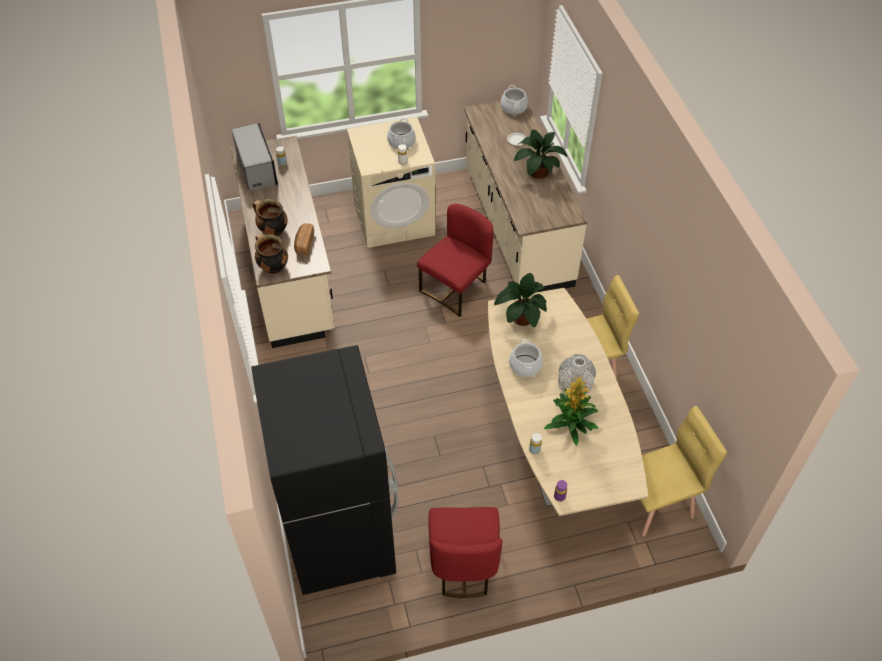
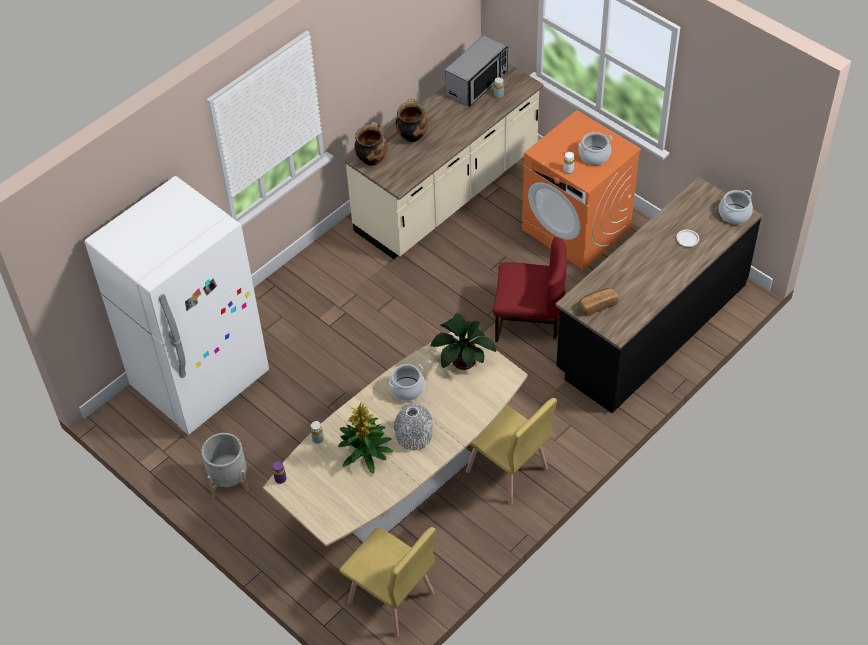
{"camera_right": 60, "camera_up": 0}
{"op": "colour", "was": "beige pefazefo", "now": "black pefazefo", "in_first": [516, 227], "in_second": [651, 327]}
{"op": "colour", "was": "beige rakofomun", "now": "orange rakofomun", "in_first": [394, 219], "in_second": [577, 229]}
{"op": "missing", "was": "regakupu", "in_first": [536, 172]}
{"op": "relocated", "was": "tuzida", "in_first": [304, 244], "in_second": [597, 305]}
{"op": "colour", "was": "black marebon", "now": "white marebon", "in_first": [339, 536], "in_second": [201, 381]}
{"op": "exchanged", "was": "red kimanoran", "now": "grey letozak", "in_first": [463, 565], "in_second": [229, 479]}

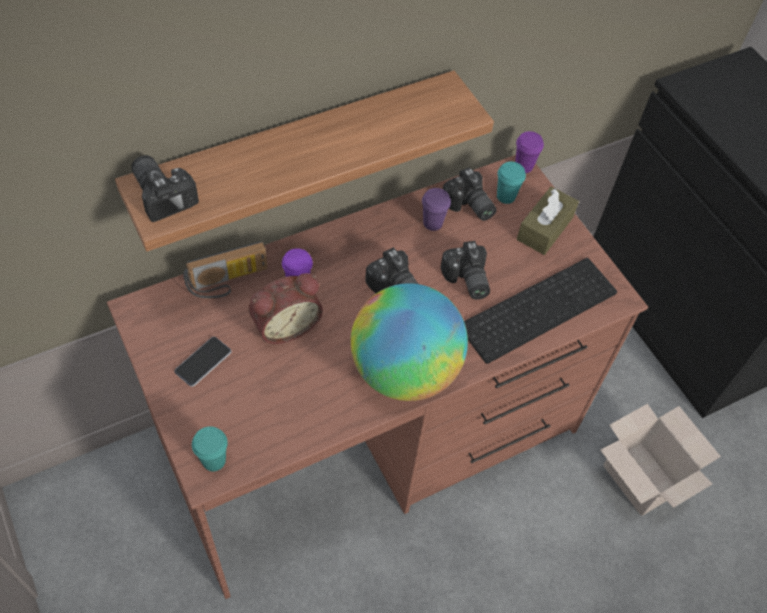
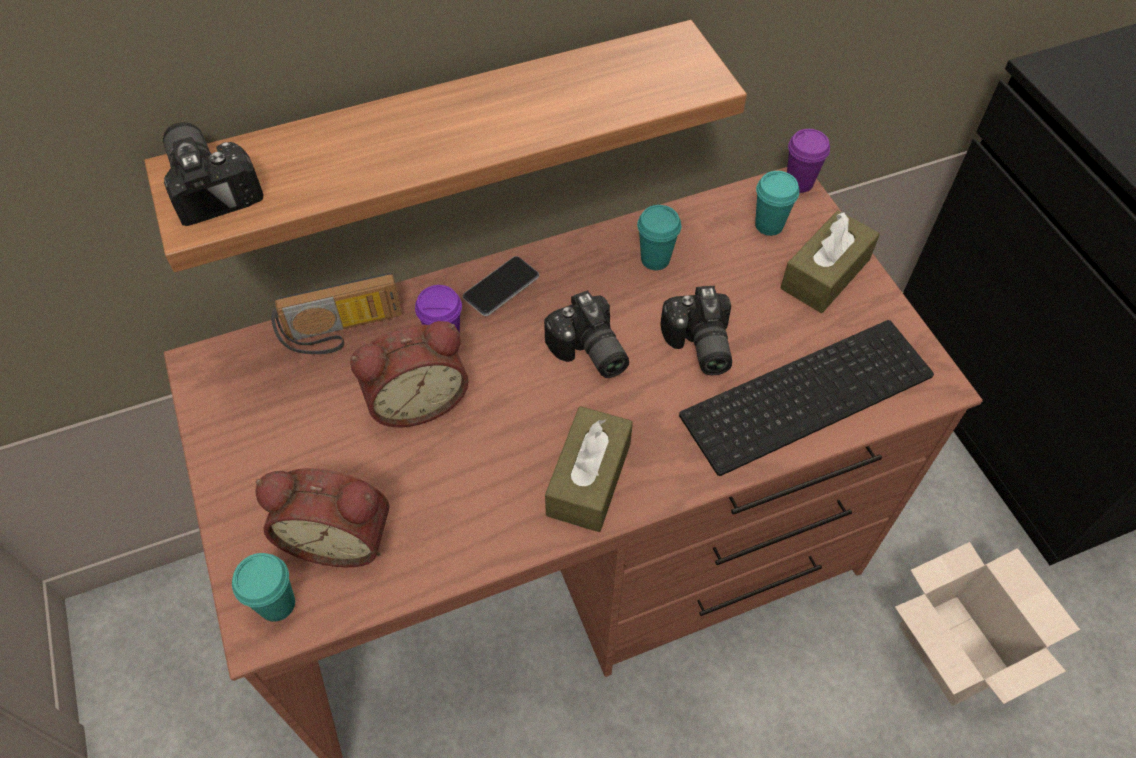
{"camera_right": 10, "camera_up": 0}
{"op": "missing", "was": "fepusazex", "in_first": [468, 206]}
{"op": "colour", "was": "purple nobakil", "now": "turquoise nobakil", "in_first": [432, 223], "in_second": [655, 259]}
{"op": "exchanged", "was": "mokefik", "now": "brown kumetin", "in_first": [404, 370], "in_second": [589, 479]}
{"op": "relocated", "was": "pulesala", "in_first": [203, 362], "in_second": [501, 287]}
{"op": "appeared", "now": "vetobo", "in_second": [340, 536]}

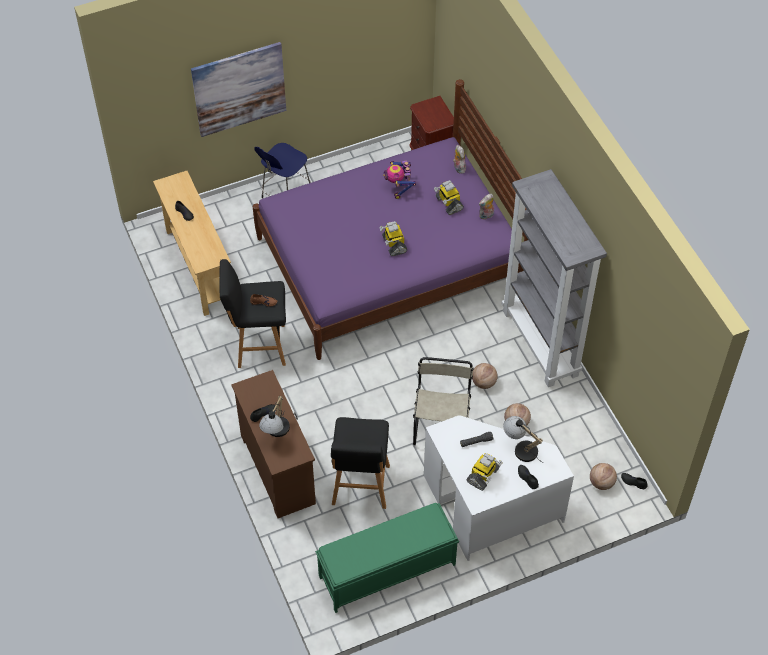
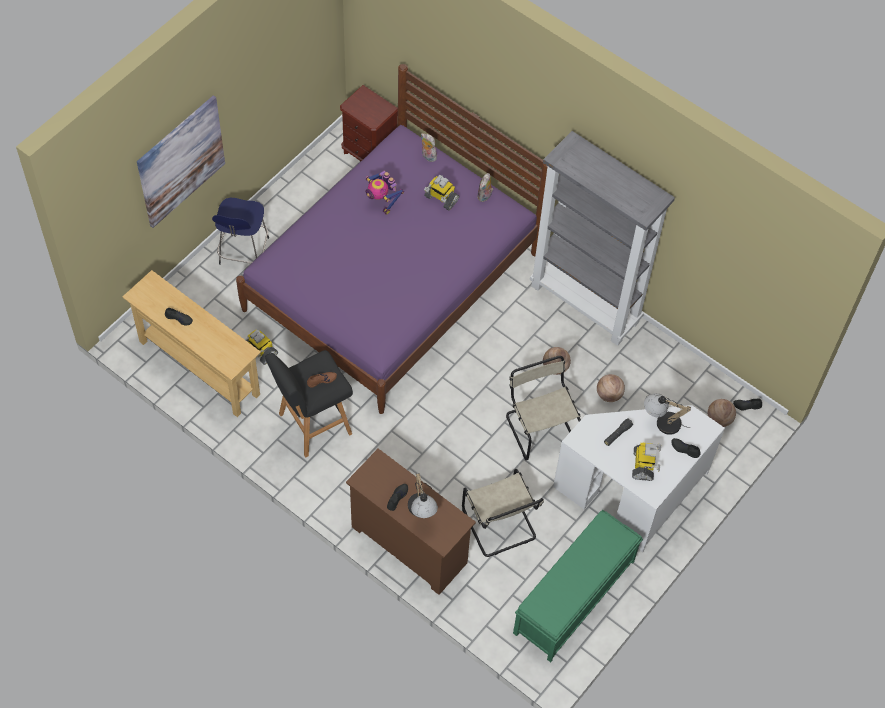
{"camera_right": -30, "camera_up": 5}
{"op": "relocated", "was": "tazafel", "in_first": [393, 244], "in_second": [260, 351]}
{"op": "exchanged", "was": "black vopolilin", "now": "beige kimanoran", "in_first": [360, 487], "in_second": [500, 526]}

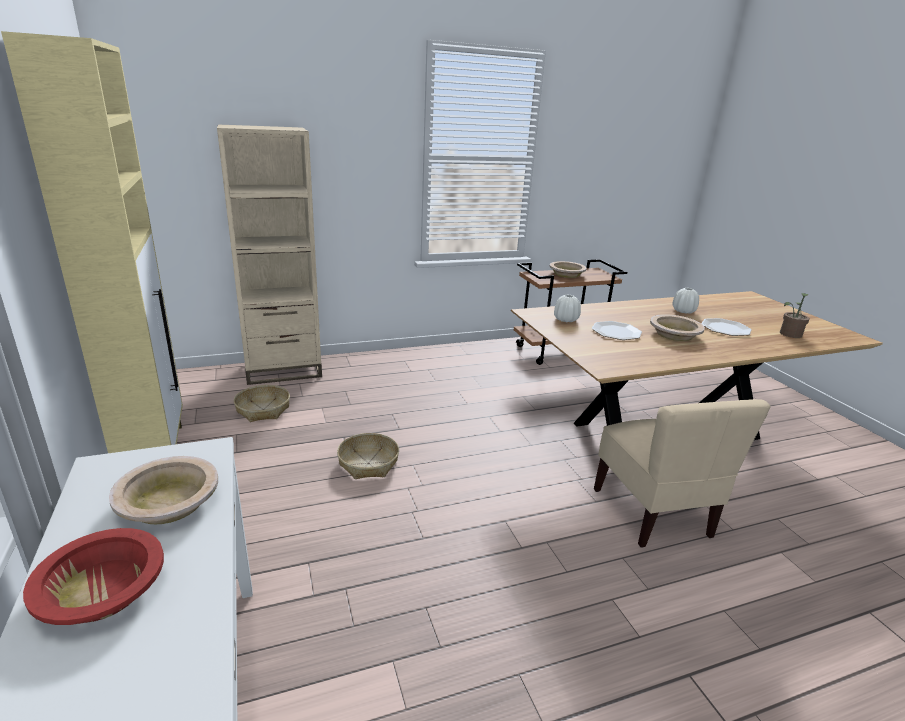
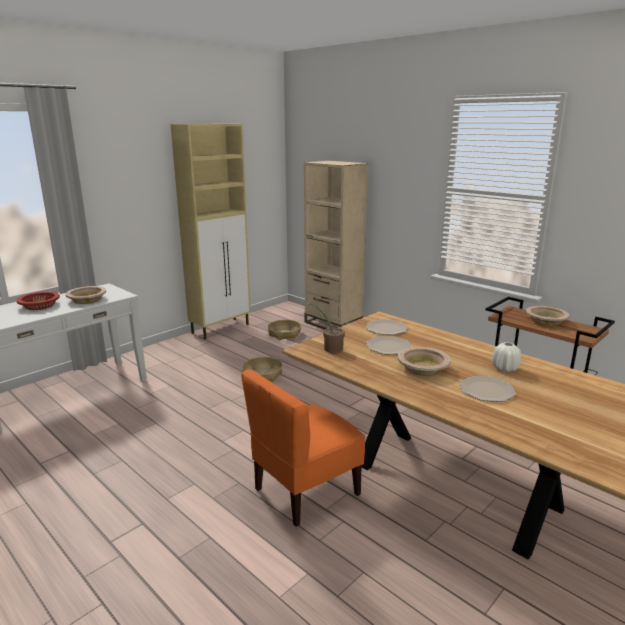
{"camera_right": 65, "camera_up": -5}
{"op": "relocated", "was": "regakupu", "in_first": [789, 335], "in_second": [330, 348]}
{"op": "exchanged", "was": "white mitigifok", "now": "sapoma", "in_first": [565, 319], "in_second": [386, 328]}
{"op": "colour", "was": "beige kimanoran", "now": "orange kimanoran", "in_first": [653, 513], "in_second": [305, 491]}

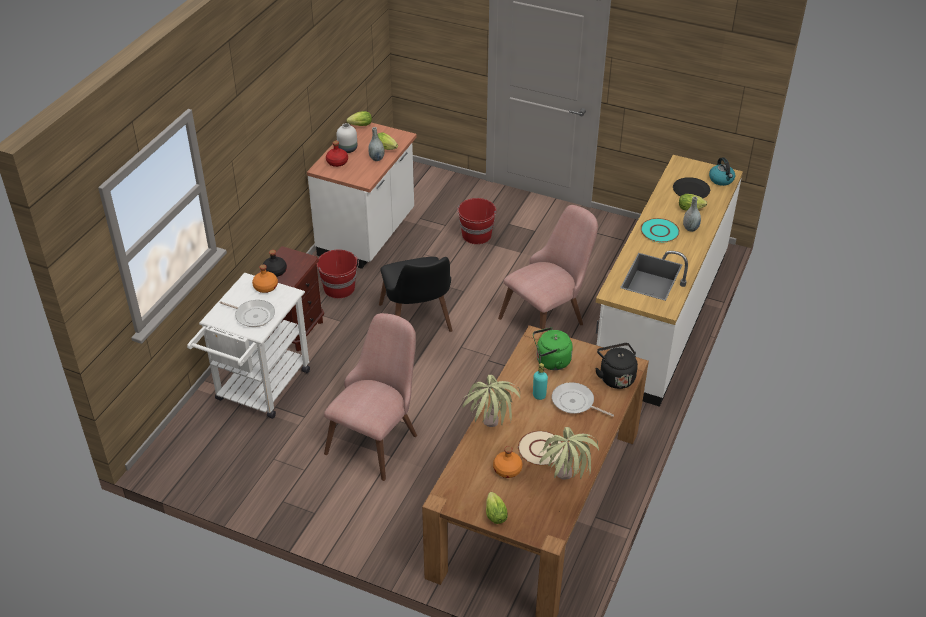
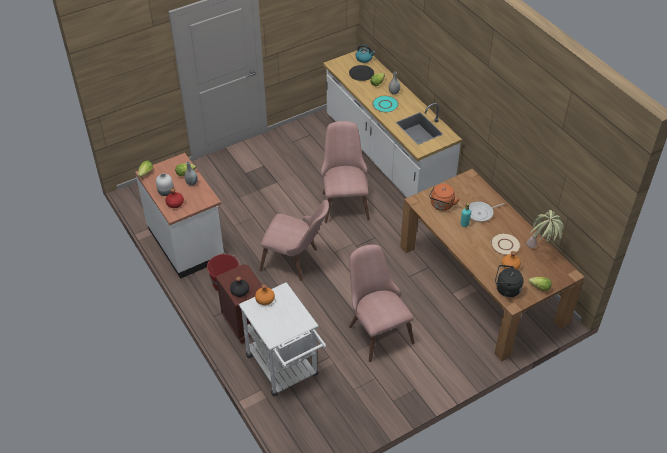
{"camera_right": -55, "camera_up": 5}
{"op": "missing", "was": "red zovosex", "in_first": [476, 235]}
{"op": "colour", "was": "black kimanoran", "now": "pink kimanoran", "in_first": [419, 324], "in_second": [296, 261]}
{"op": "missing", "was": "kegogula", "in_first": [253, 315]}
{"op": "colour", "was": "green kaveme", "now": "orange kaveme", "in_first": [551, 361], "in_second": [441, 205]}
{"op": "relocated", "was": "black kaveme", "in_first": [615, 377], "in_second": [506, 289]}
{"op": "missing", "was": "regakupu", "in_first": [489, 437]}

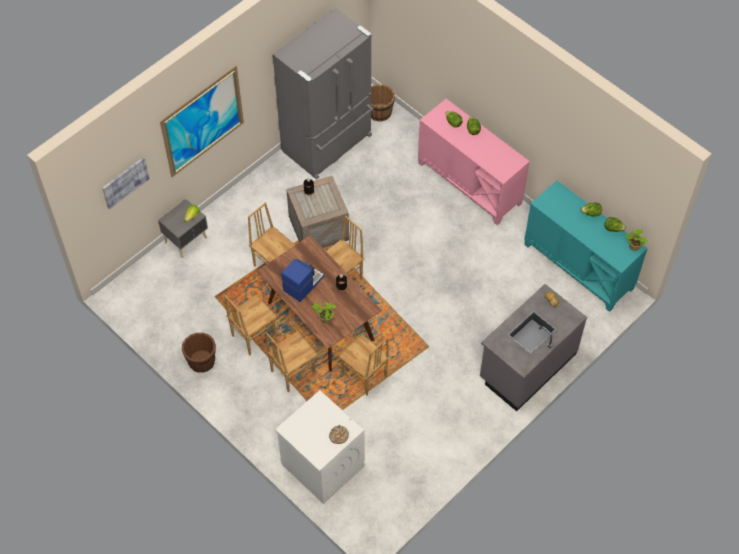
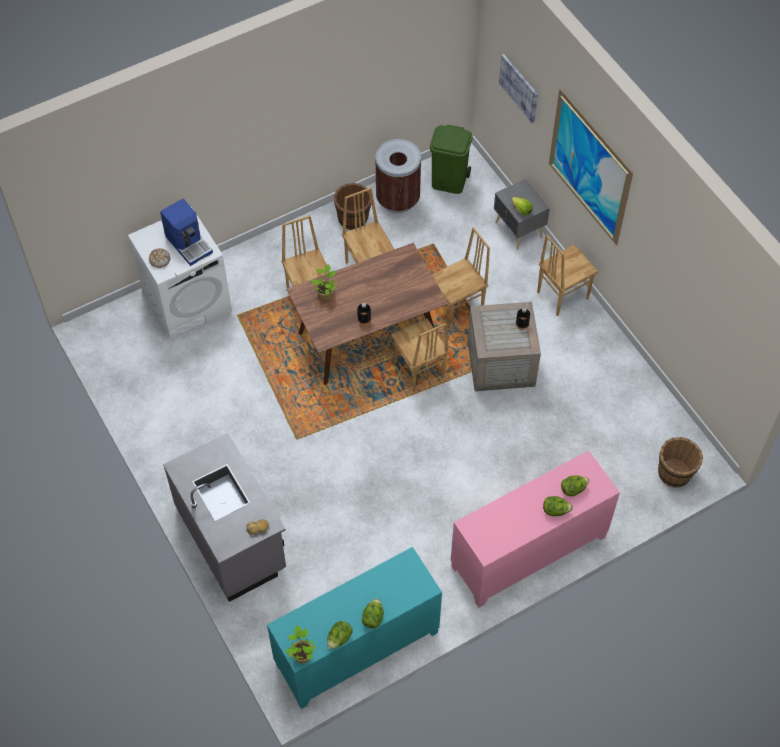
{"camera_right": 105, "camera_up": 0}
{"op": "missing", "was": "grey marebon", "in_first": [328, 144]}
{"op": "relocated", "was": "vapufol", "in_first": [302, 283], "in_second": [189, 243]}
{"op": "relocated", "was": "brown kimanoran", "in_first": [364, 377], "in_second": [561, 295]}
{"op": "appeared", "now": "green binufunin", "in_second": [449, 181]}
{"op": "appeared", "now": "brown binufunin", "in_second": [398, 199]}

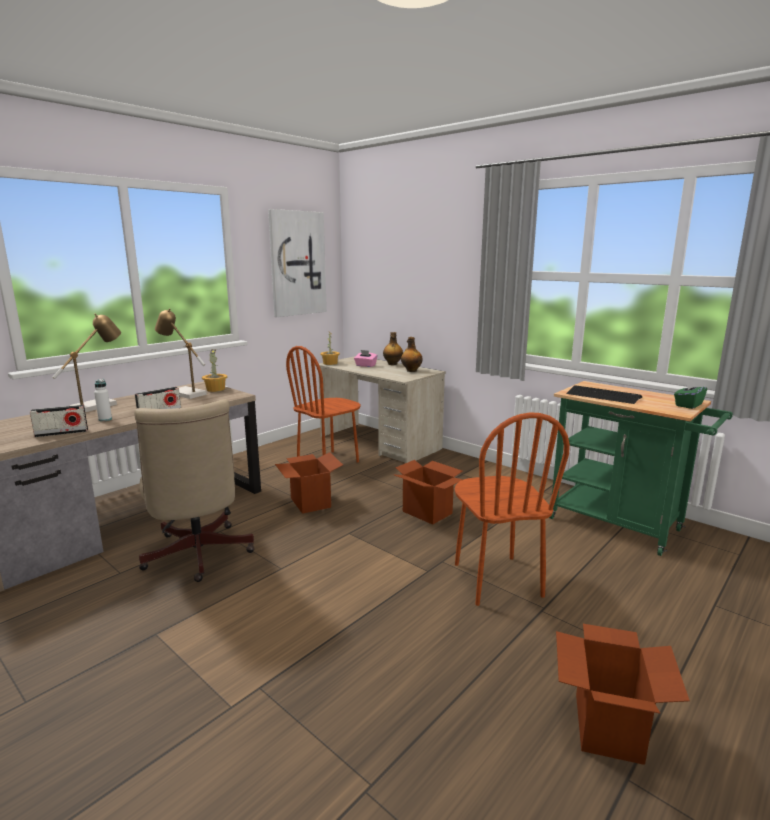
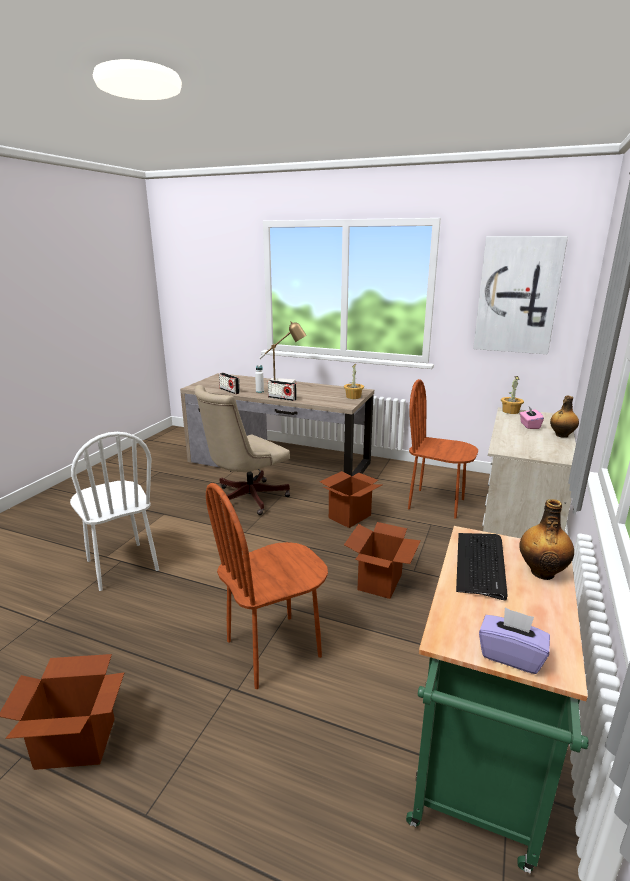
{"camera_right": 70, "camera_up": 5}
{"op": "missing", "was": "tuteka", "in_first": [183, 393]}
{"op": "relocated", "was": "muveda", "in_first": [411, 371], "in_second": [542, 572]}
{"op": "colour", "was": "green kumetin", "now": "purple kumetin", "in_first": [688, 405], "in_second": [511, 655]}
{"op": "appeared", "now": "white kimanoran", "in_second": [121, 565]}

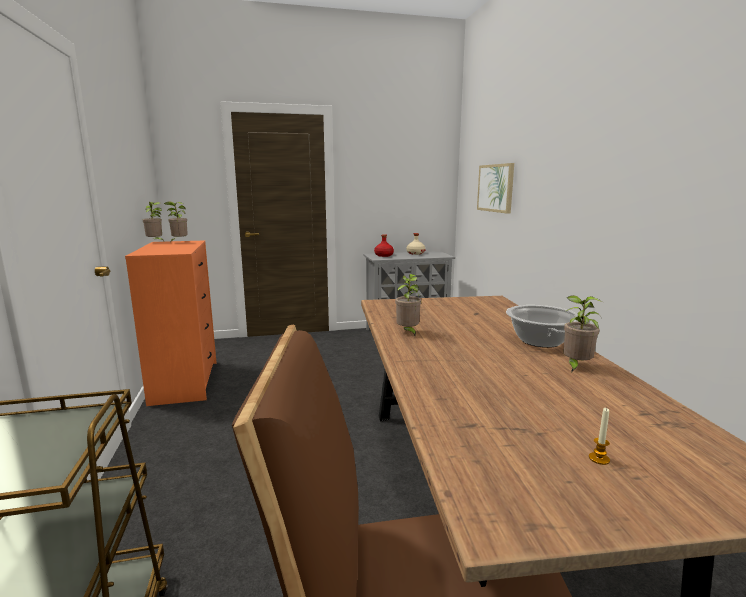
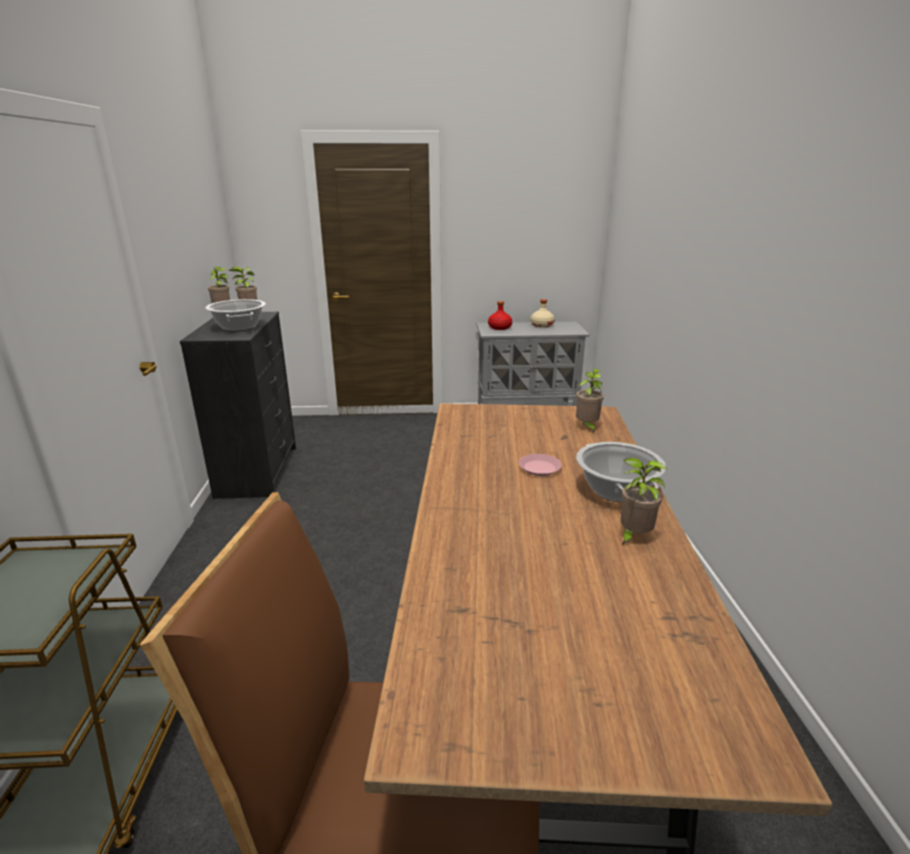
{"camera_right": 10, "camera_up": 10}
{"op": "missing", "was": "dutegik", "in_first": [495, 188]}
{"op": "colour", "was": "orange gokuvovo", "now": "black gokuvovo", "in_first": [186, 382], "in_second": [258, 471]}
{"op": "relocated", "was": "regakupu", "in_first": [408, 332], "in_second": [587, 427]}
{"op": "missing", "was": "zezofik", "in_first": [599, 459]}
{"op": "appeared", "now": "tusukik", "in_second": [239, 327]}
{"op": "appeared", "now": "pink sapoma", "in_second": [539, 468]}

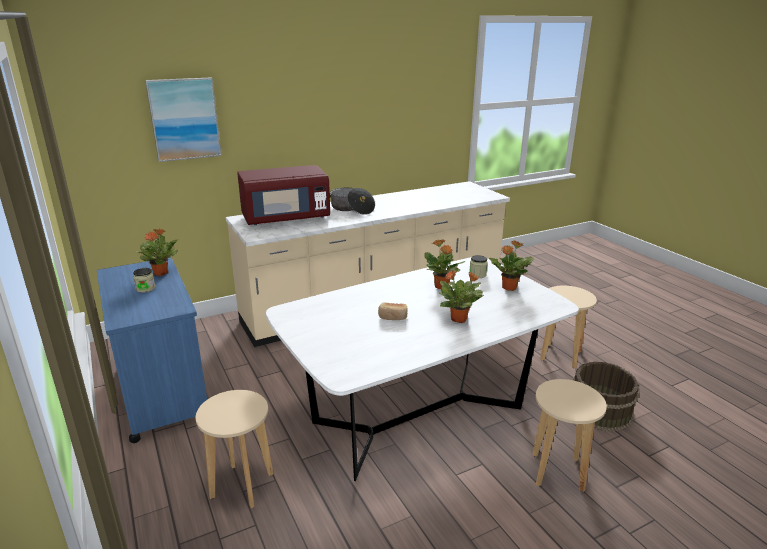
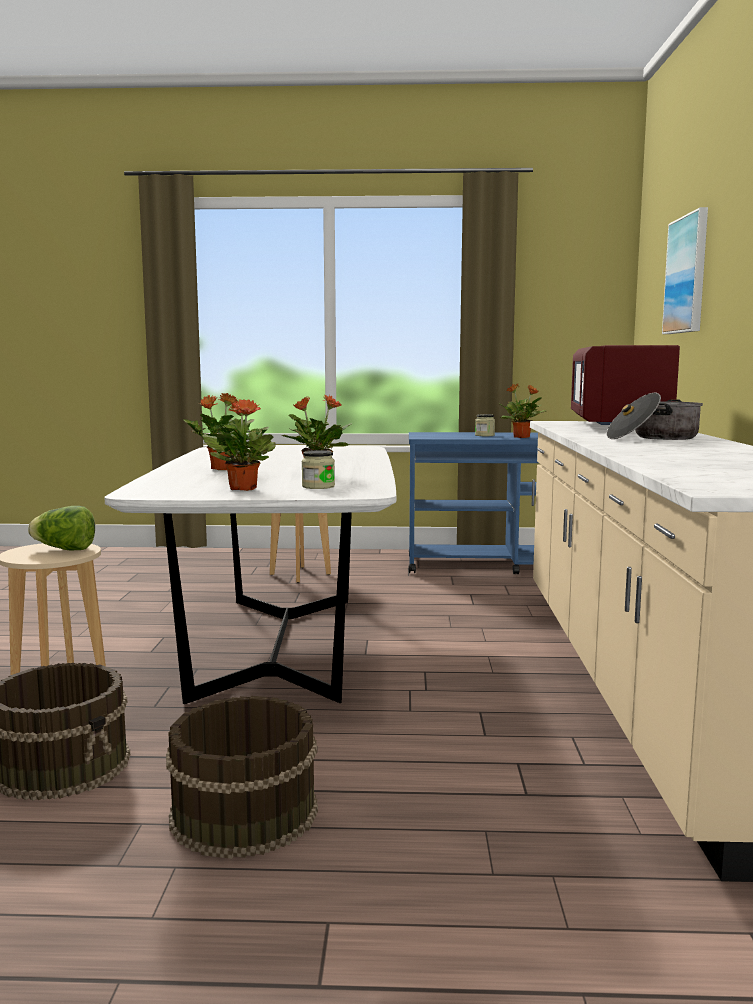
{"camera_right": 120, "camera_up": -15}
{"op": "exchanged", "was": "beige vopolilin", "now": "brown zovosex", "in_first": [561, 356], "in_second": [242, 812]}
{"op": "missing", "was": "tuzida", "in_first": [393, 317]}
{"op": "appeared", "now": "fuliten", "in_second": [65, 549]}

